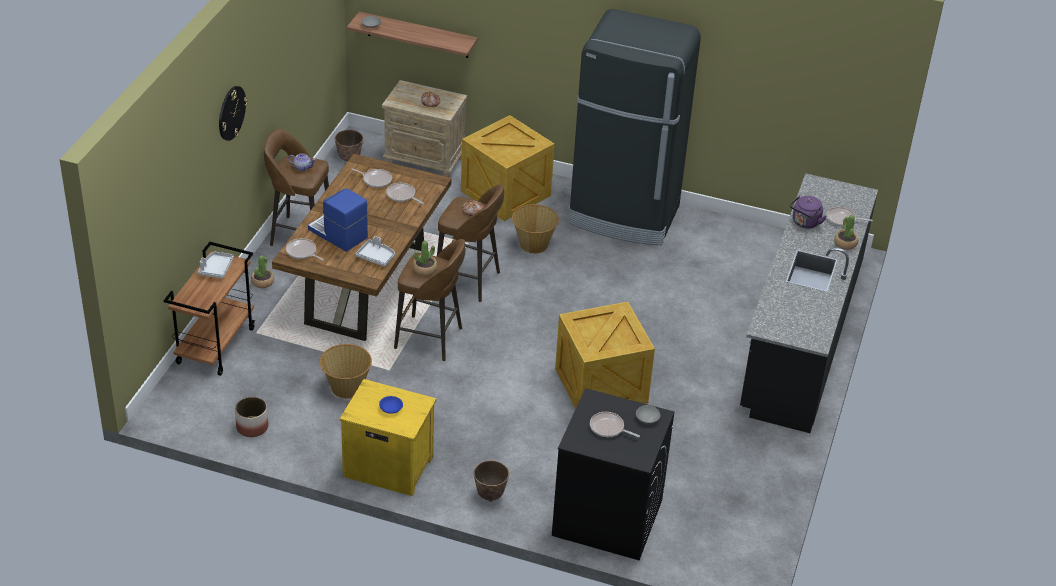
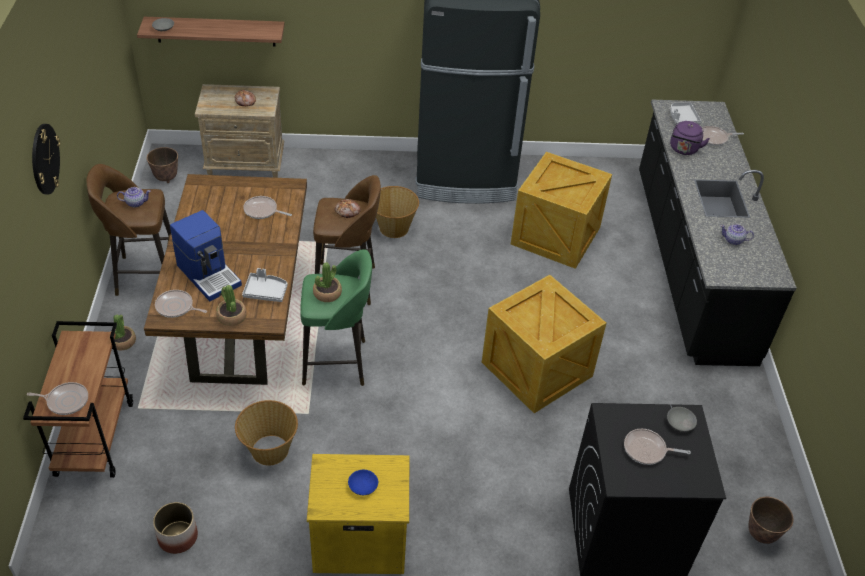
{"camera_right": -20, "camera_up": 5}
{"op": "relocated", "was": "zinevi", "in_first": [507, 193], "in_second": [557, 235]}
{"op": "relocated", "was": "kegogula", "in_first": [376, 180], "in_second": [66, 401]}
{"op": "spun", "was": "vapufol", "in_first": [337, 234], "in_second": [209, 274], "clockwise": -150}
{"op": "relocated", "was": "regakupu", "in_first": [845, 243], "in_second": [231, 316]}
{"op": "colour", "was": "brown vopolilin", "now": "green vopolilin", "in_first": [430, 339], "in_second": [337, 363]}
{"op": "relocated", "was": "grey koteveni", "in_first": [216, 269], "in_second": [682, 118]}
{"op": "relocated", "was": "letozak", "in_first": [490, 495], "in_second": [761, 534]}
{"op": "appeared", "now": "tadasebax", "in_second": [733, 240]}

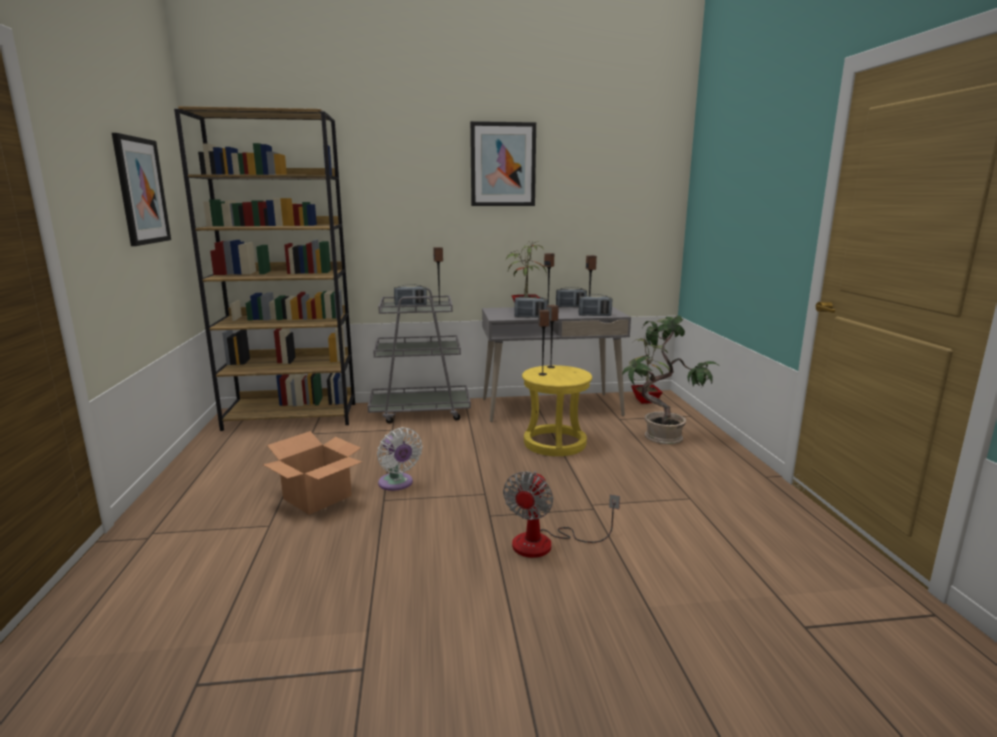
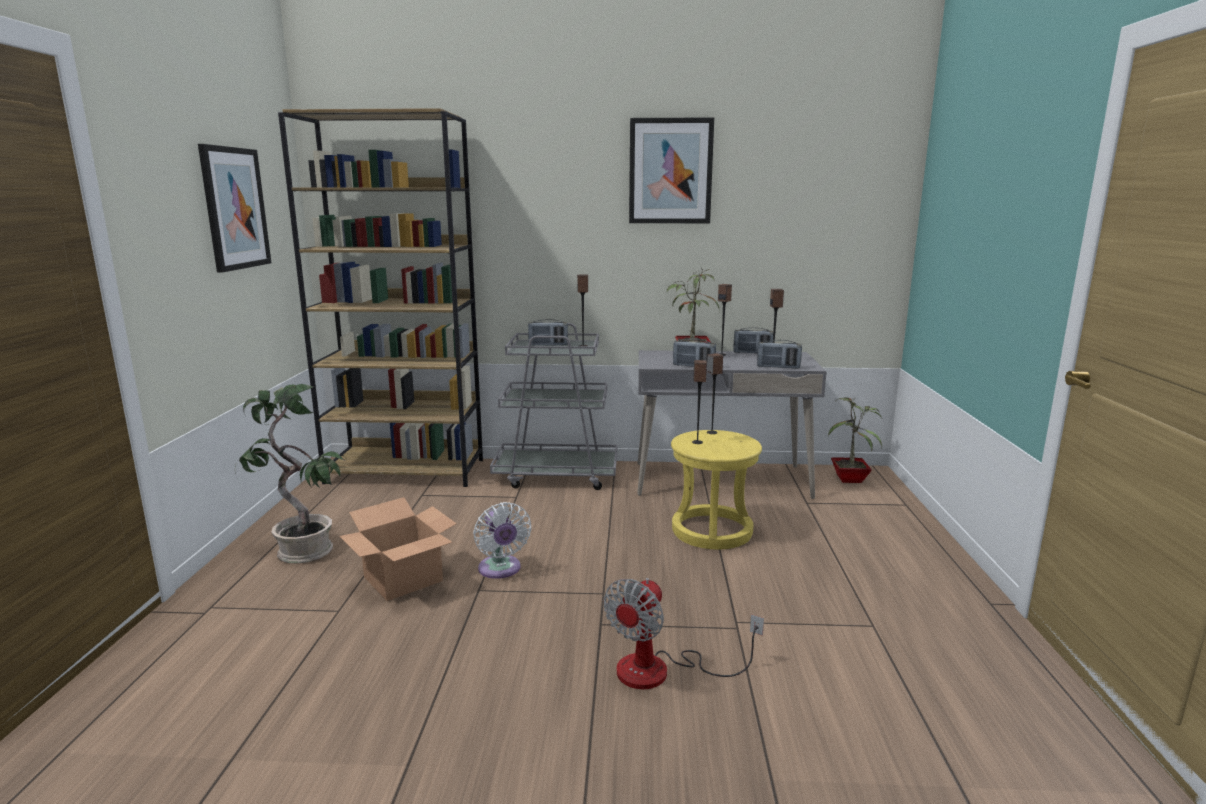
{"camera_right": 10, "camera_up": 0}
{"op": "relocated", "was": "regakupu", "in_first": [662, 438], "in_second": [302, 552]}

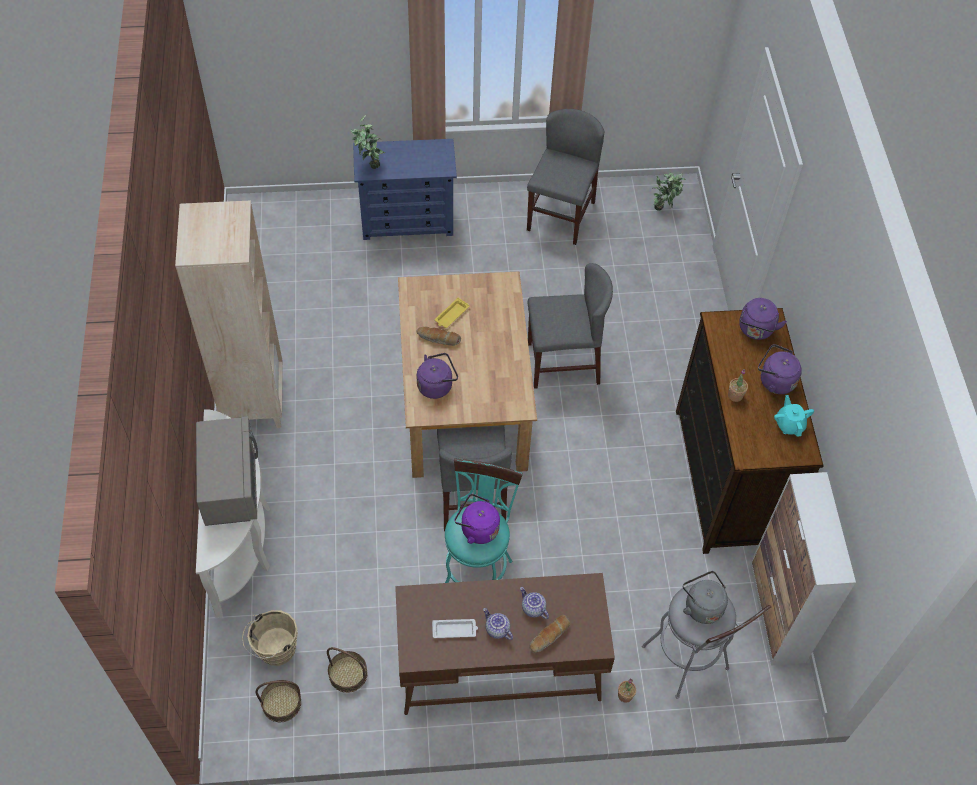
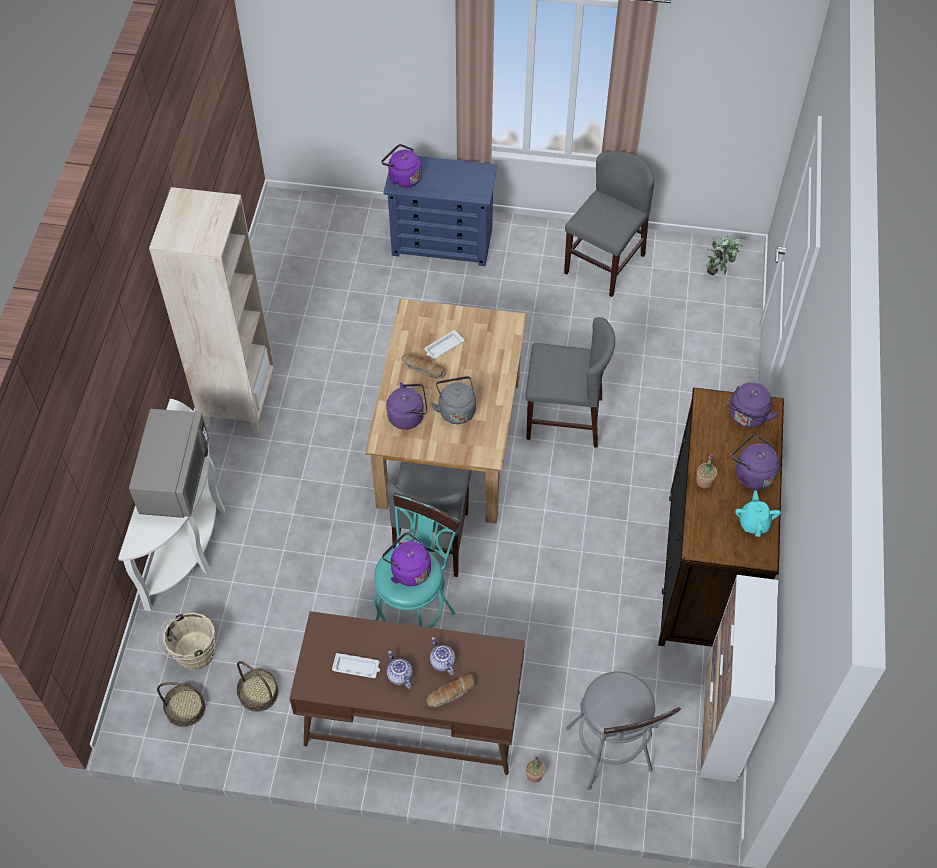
{"camera_right": 15, "camera_up": 0}
{"op": "exchanged", "was": "regakupu", "now": "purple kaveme", "in_first": [369, 164], "in_second": [403, 178]}
{"op": "colour", "was": "yellow koteveni", "now": "white koteveni", "in_first": [451, 315], "in_second": [443, 347]}
{"op": "relocated", "was": "grey kaveme", "in_first": [701, 606], "in_second": [456, 409]}

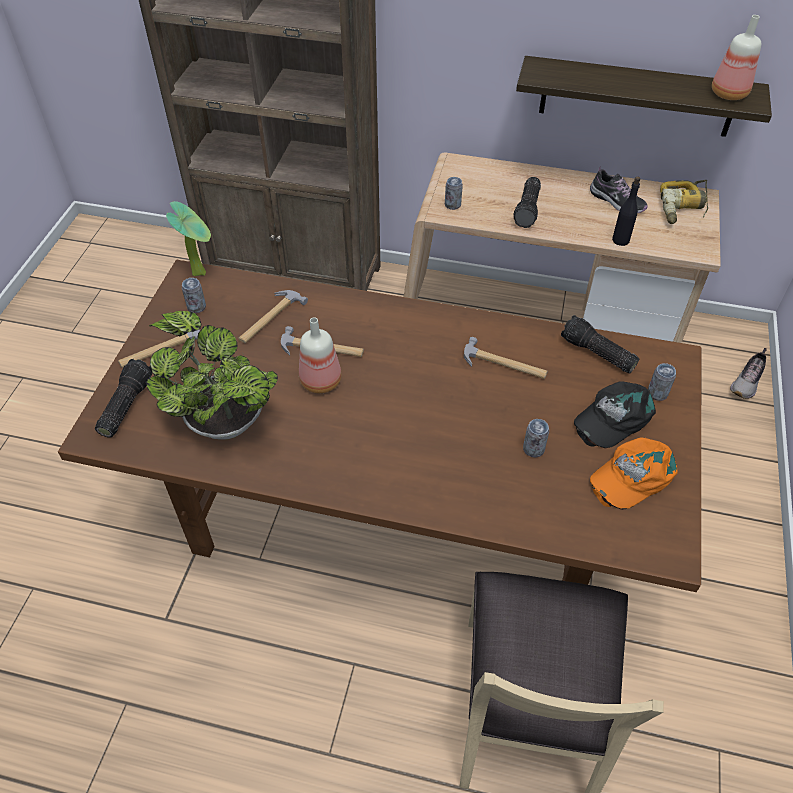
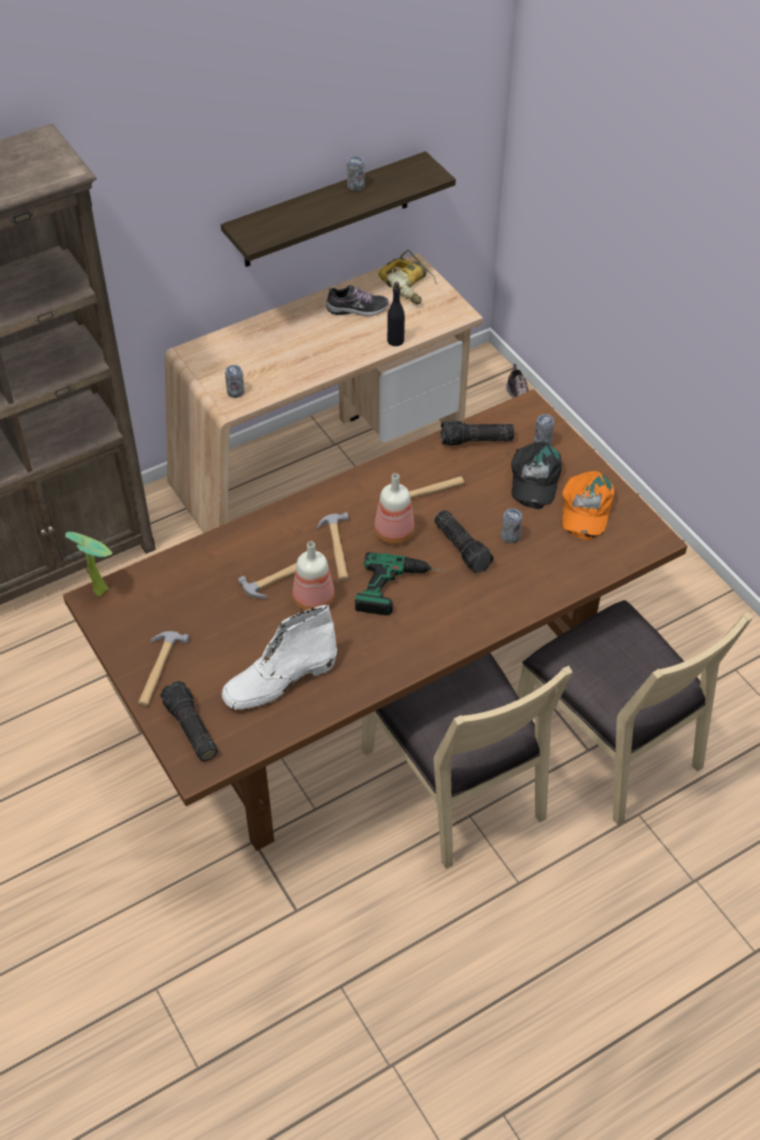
{"camera_right": -45, "camera_up": 0}
{"op": "relocated", "was": "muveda", "in_first": [728, 94], "in_second": [394, 533]}
{"op": "relocated", "was": "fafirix", "in_first": [528, 209], "in_second": [463, 547]}
{"op": "relocated", "was": "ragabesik", "in_first": [196, 307], "in_second": [355, 186]}
{"op": "relocated", "was": "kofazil", "in_first": [269, 318], "in_second": [336, 549]}
{"op": "exchanged", "was": "regakupu", "now": "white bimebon", "in_first": [222, 420], "in_second": [279, 680]}
{"op": "appeared", "now": "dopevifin", "in_second": [400, 589]}
{"op": "appeared", "now": "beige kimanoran", "in_second": [456, 783]}

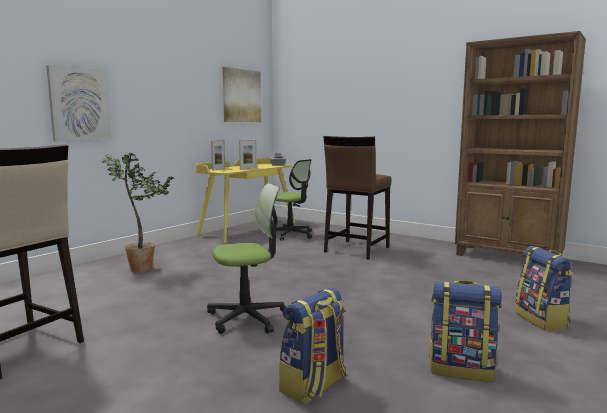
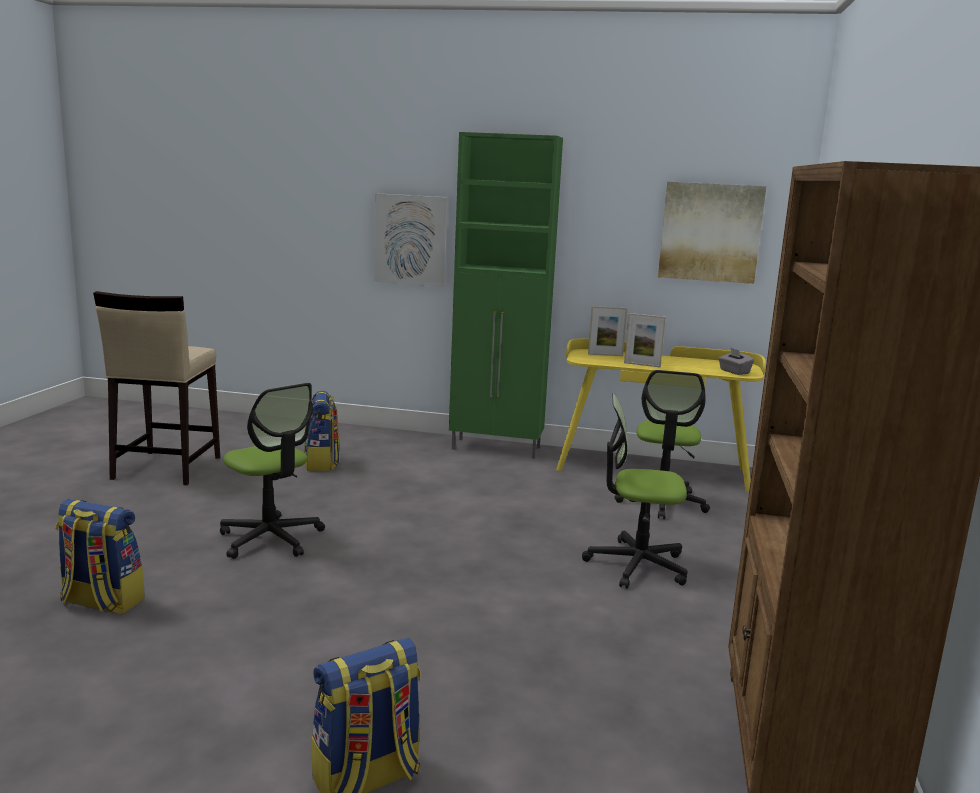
{"camera_right": 65, "camera_up": 5}
{"op": "exchanged", "was": "brown vopolilin", "now": "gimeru", "in_first": [356, 249], "in_second": [636, 565]}
{"op": "missing", "was": "regakupu", "in_first": [144, 269]}
{"op": "relocated", "was": "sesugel", "in_first": [461, 369], "in_second": [322, 463]}
{"op": "appeared", "now": "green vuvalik", "in_second": [497, 449]}

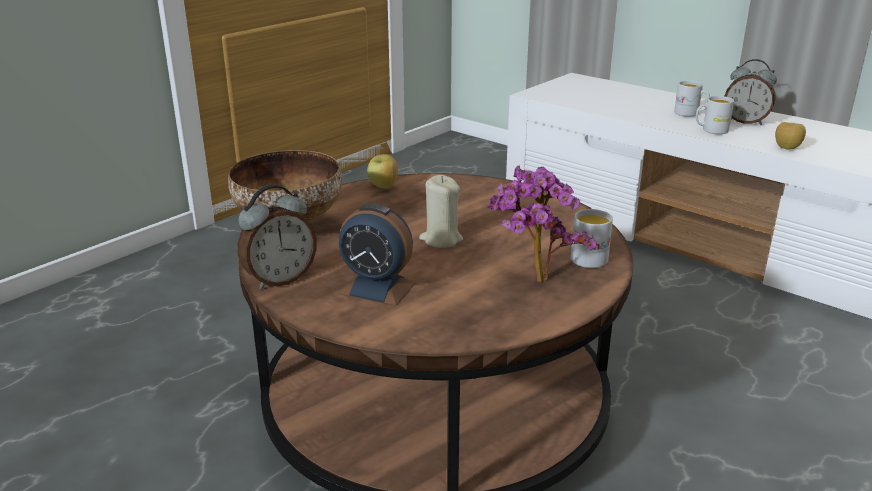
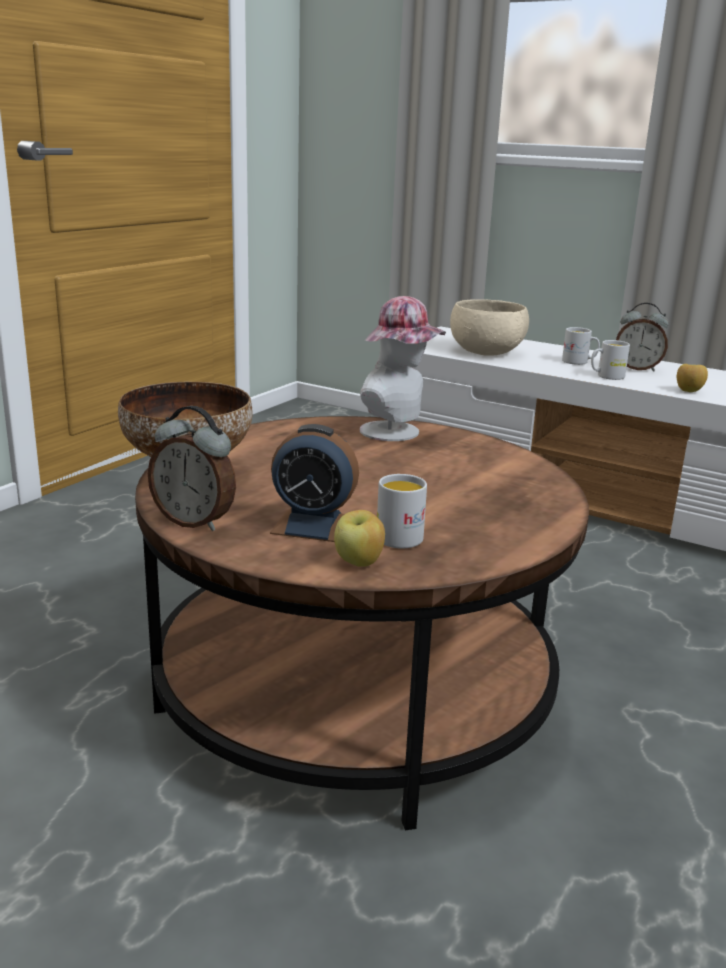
{"camera_right": -10, "camera_up": -5}
{"op": "relocated", "was": "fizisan", "in_first": [384, 186], "in_second": [359, 563]}
{"op": "missing", "was": "regakupu", "in_first": [534, 283]}
{"op": "missing", "was": "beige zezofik", "in_first": [441, 239]}
{"op": "spun", "was": "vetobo", "in_first": [280, 279], "in_second": [195, 522], "clockwise": 75}
{"op": "relocated", "was": "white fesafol", "in_first": [591, 257], "in_second": [402, 535]}
{"op": "appeared", "now": "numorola", "in_second": [397, 433]}
{"op": "appeared", "now": "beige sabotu", "in_second": [486, 352]}

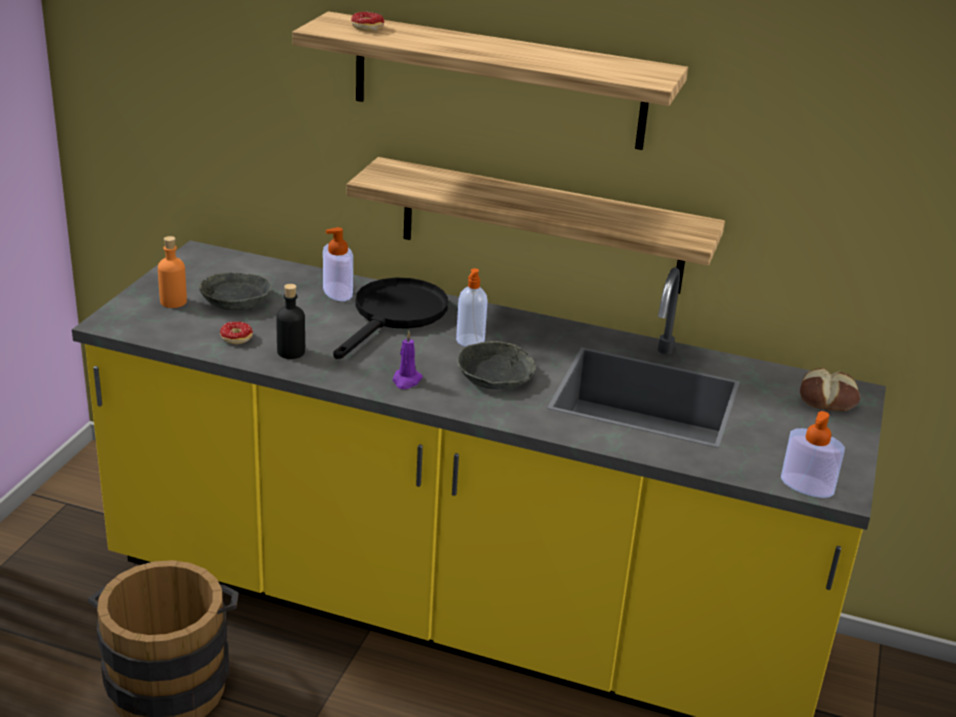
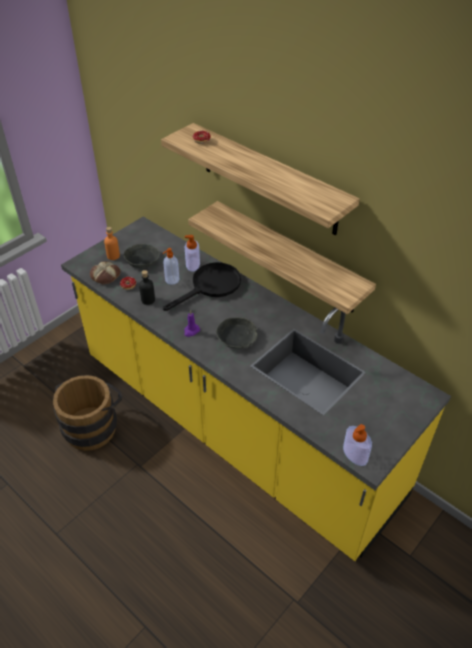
{"camera_right": 25, "camera_up": 15}
{"op": "relocated", "was": "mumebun", "in_first": [470, 341], "in_second": [171, 280]}
{"op": "relocated", "was": "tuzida", "in_first": [828, 398], "in_second": [106, 276]}

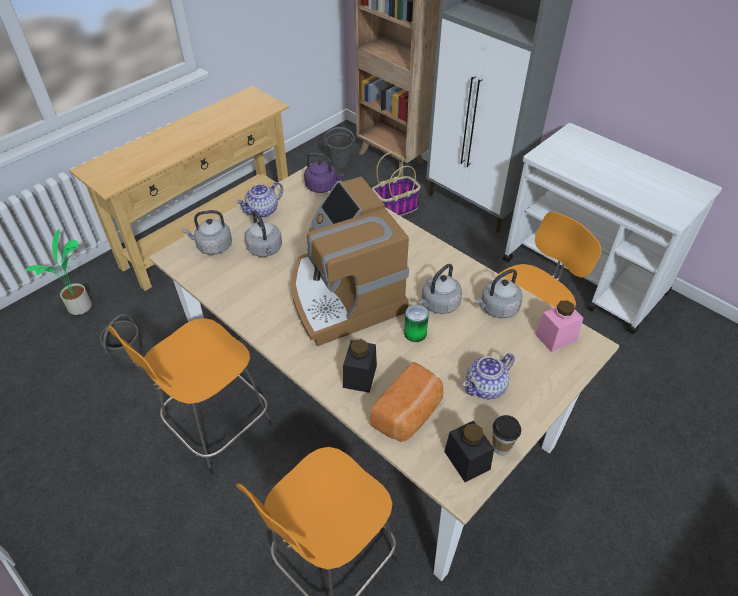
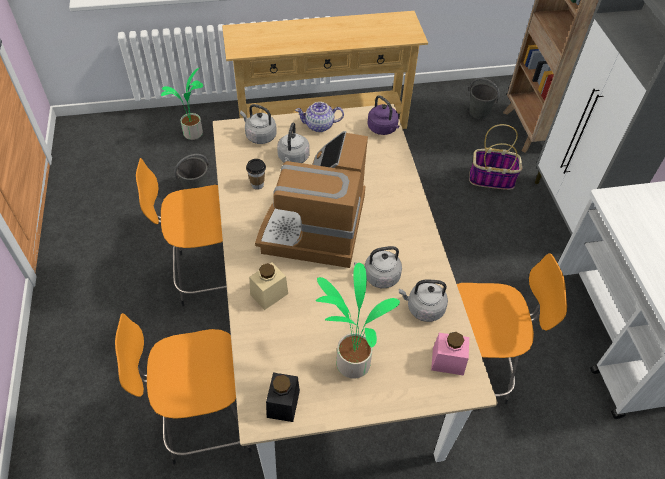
{"camera_right": 35, "camera_up": 5}
{"op": "missing", "was": "ragabesik", "in_first": [415, 333]}
{"op": "colour", "was": "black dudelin", "now": "beige dudelin", "in_first": [360, 376], "in_second": [269, 294]}
{"op": "exchanged", "was": "tadasebax", "now": "regakupu", "in_first": [486, 387], "in_second": [351, 362]}
{"op": "missing", "was": "tuzida", "in_first": [409, 414]}
{"op": "relocated", "was": "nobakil", "in_first": [501, 447], "in_second": [257, 185]}

